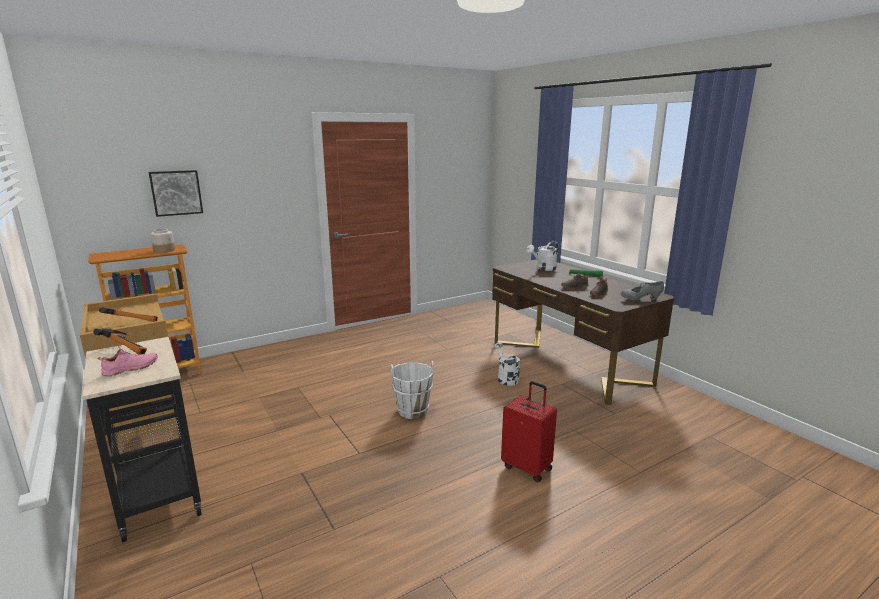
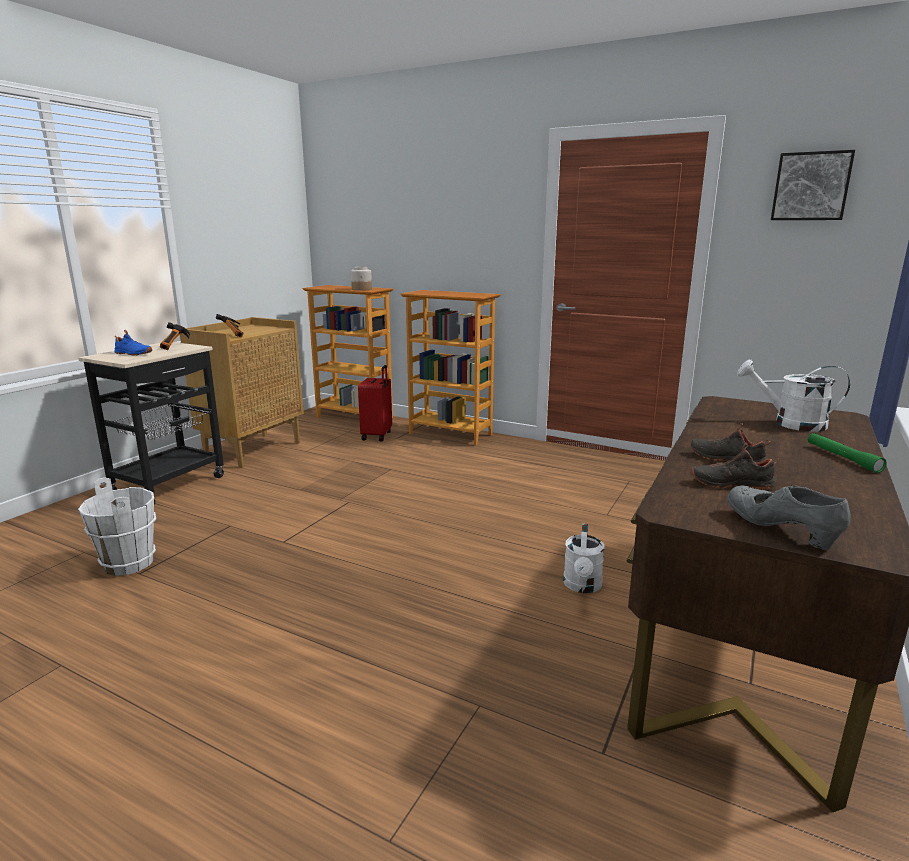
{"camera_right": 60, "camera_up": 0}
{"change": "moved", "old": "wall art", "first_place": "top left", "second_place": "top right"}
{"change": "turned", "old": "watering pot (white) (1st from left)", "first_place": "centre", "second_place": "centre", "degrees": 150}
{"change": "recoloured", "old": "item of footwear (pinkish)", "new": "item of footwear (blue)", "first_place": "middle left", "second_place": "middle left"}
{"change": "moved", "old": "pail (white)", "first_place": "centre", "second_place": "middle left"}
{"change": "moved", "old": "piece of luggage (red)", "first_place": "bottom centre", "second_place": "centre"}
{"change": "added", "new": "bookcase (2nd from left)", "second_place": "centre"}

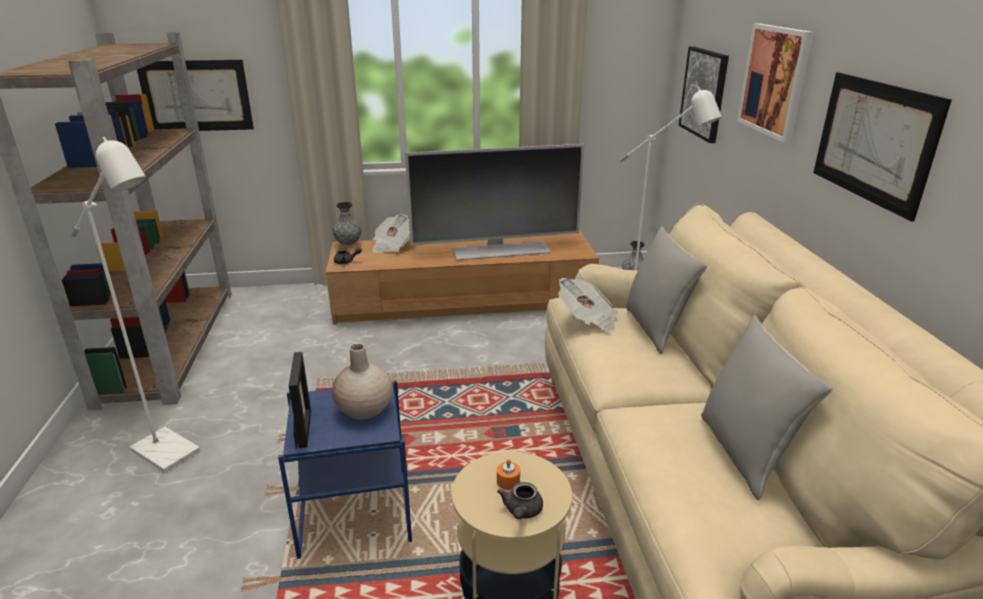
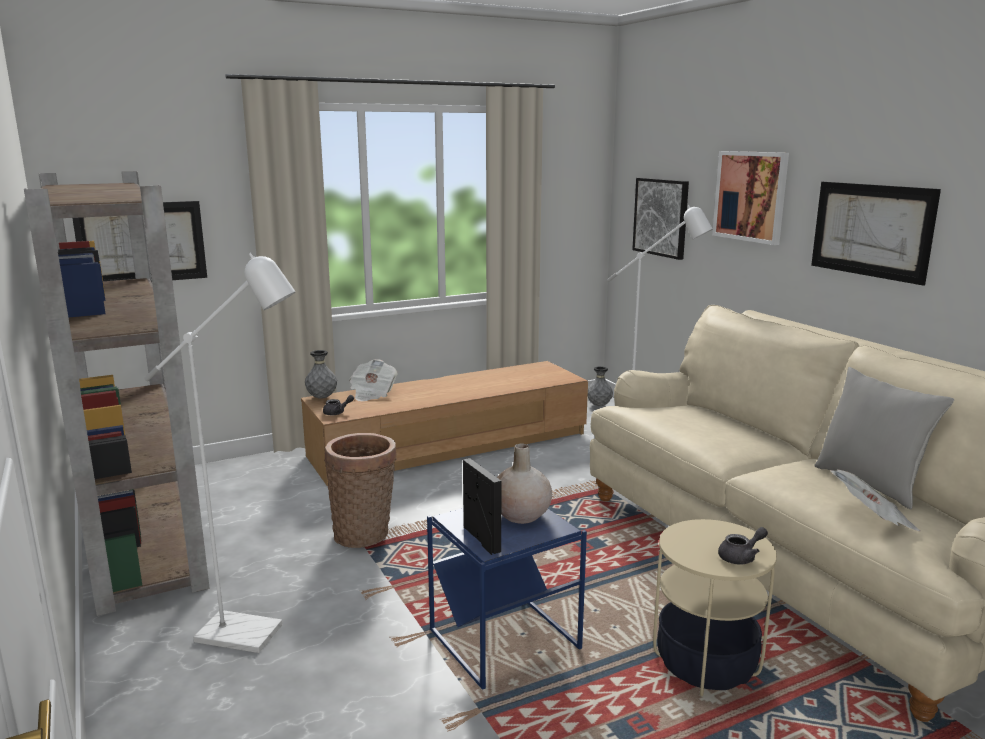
{"camera_right": -20, "camera_up": -10}
{"change": "removed", "old": "television", "first_place": "centre"}
{"change": "removed", "old": "throw pillow (grey) (1st from left)", "first_place": "middle right"}
{"change": "moved", "old": "daily paper (2nd from left)", "first_place": "centre", "second_place": "bottom right"}
{"change": "removed", "old": "wax candle (orange)", "first_place": "bottom centre"}
{"change": "turned", "old": "tea pot (grey) (2nd from left)", "first_place": "bottom centre", "second_place": "bottom right", "degrees": -105}
{"change": "added", "new": "household basket", "second_place": "centre"}

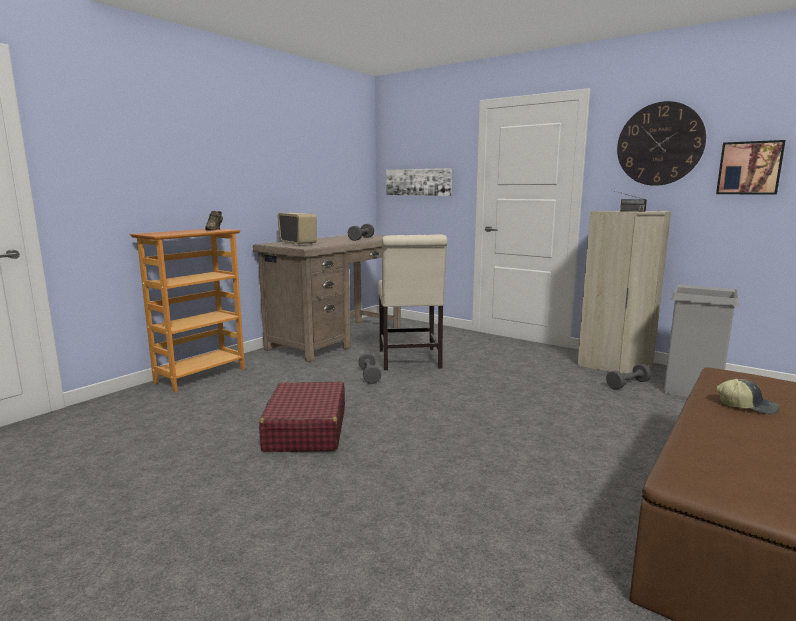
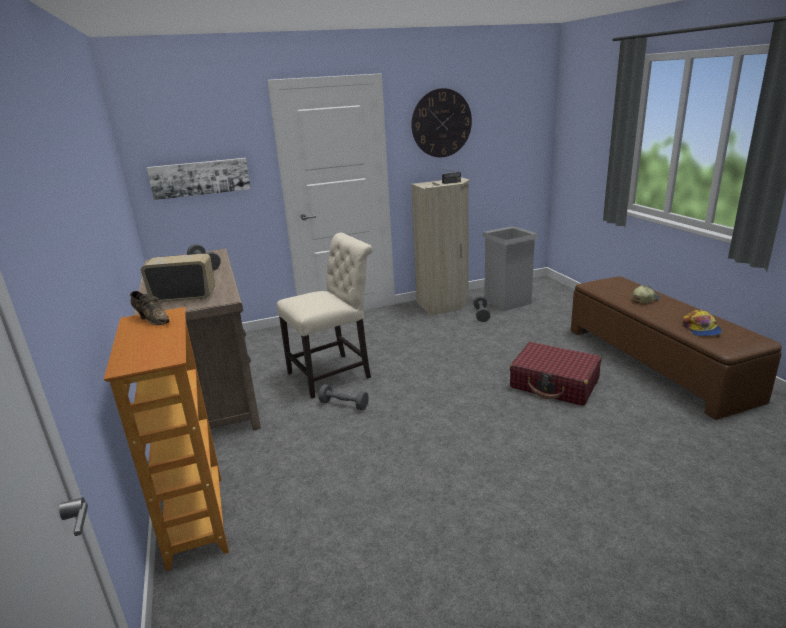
{"camera_right": -55, "camera_up": 10}
{"change": "removed", "old": "wall art (2nd from left)", "first_place": "top right"}
{"change": "turned", "old": "chair (beige-coloured)", "first_place": "centre", "second_place": "centre", "degrees": -60}
{"change": "moved", "old": "piece of luggage (red)", "first_place": "bottom centre", "second_place": "middle right"}
{"change": "added", "new": "peaked cap (2nd from left)", "second_place": "middle right"}

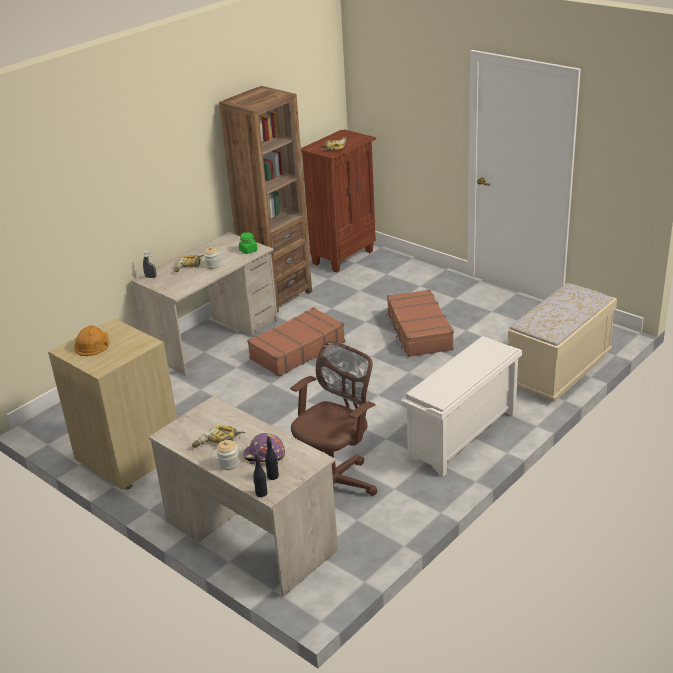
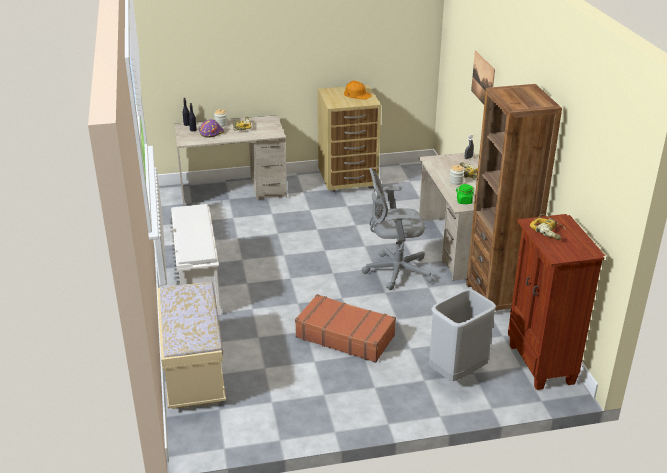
{"camera_right": 125, "camera_up": 0}
{"change": "replaced", "old": "piece of luggage (brownish) (1st from left)", "new": "office chair (grey)", "first_place": "centre", "second_place": "centre"}
{"change": "removed", "old": "office chair (brownish)", "first_place": "centre"}
{"change": "added", "new": "wall art", "second_place": "top right"}
{"change": "added", "new": "rubbish bin (grey)", "second_place": "bottom right"}

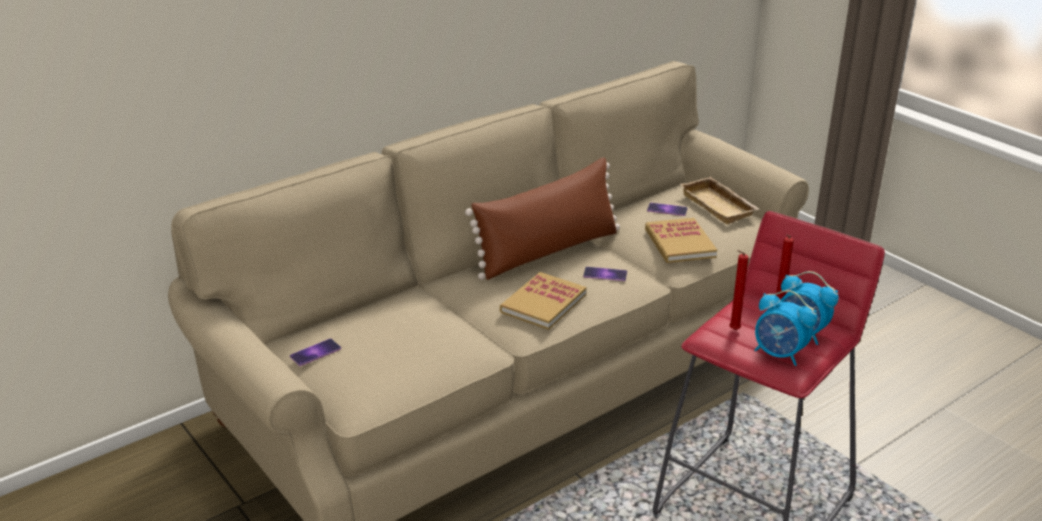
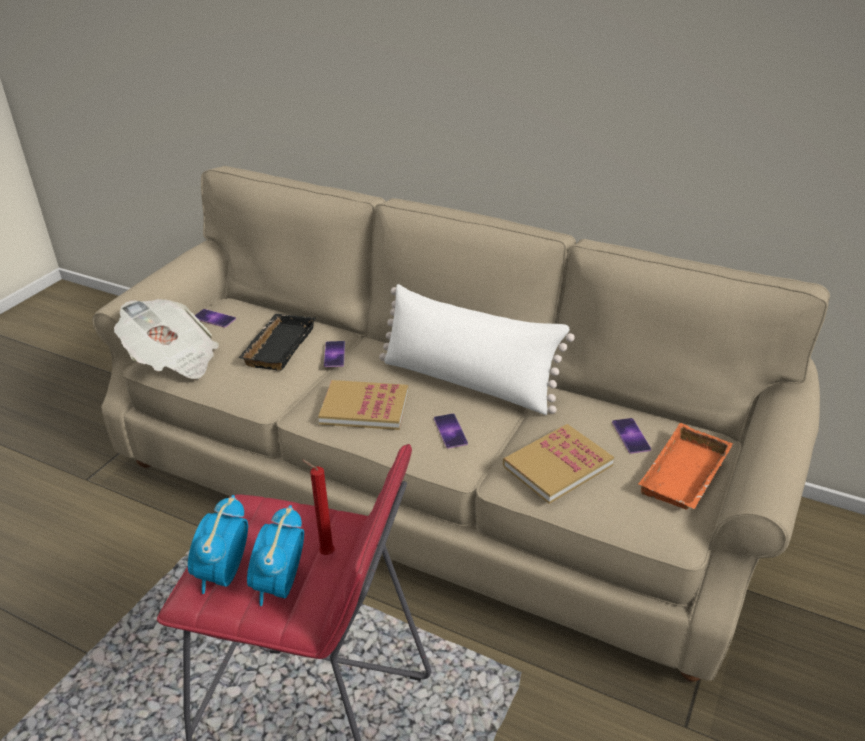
{"camera_right": 65, "camera_up": 5}
{"change": "recoloured", "old": "throw pillow (brownish)", "new": "throw pillow (white)", "first_place": "centre", "second_place": "centre"}
{"change": "recoloured", "old": "serving tray (beige-coloured)", "new": "serving tray (orange)", "first_place": "middle right", "second_place": "middle right"}
{"change": "removed", "old": "wax candle (red) (1st from left)", "first_place": "middle right"}
{"change": "added", "new": "daily paper", "second_place": "middle left"}
{"change": "added", "new": "serving tray (black)", "second_place": "middle left"}
{"change": "added", "new": "phone (2nd from left)", "second_place": "centre"}

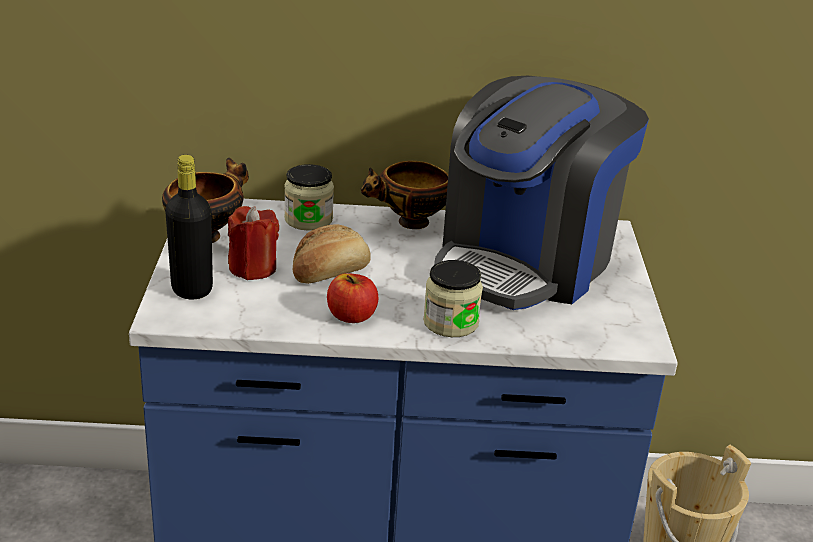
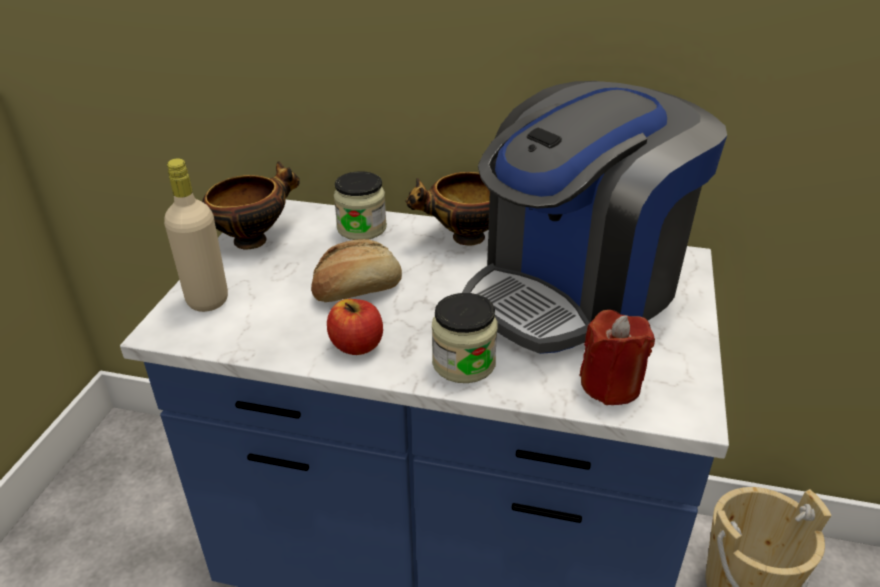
{"camera_right": 15, "camera_up": 5}
{"change": "recoloured", "old": "drink bottle (black)", "new": "drink bottle (beige-coloured)", "first_place": "middle left", "second_place": "middle left"}
{"change": "moved", "old": "wax candle (red)", "first_place": "middle left", "second_place": "middle right"}

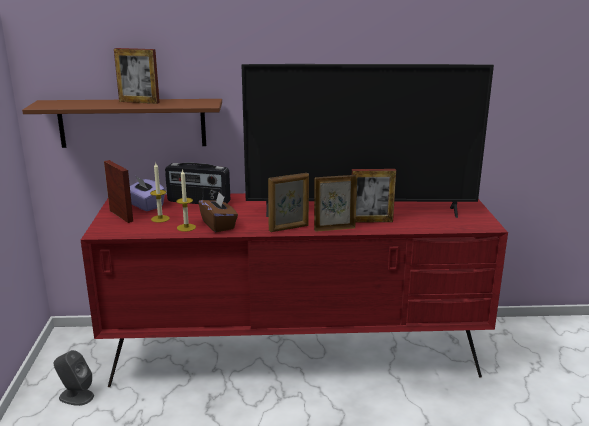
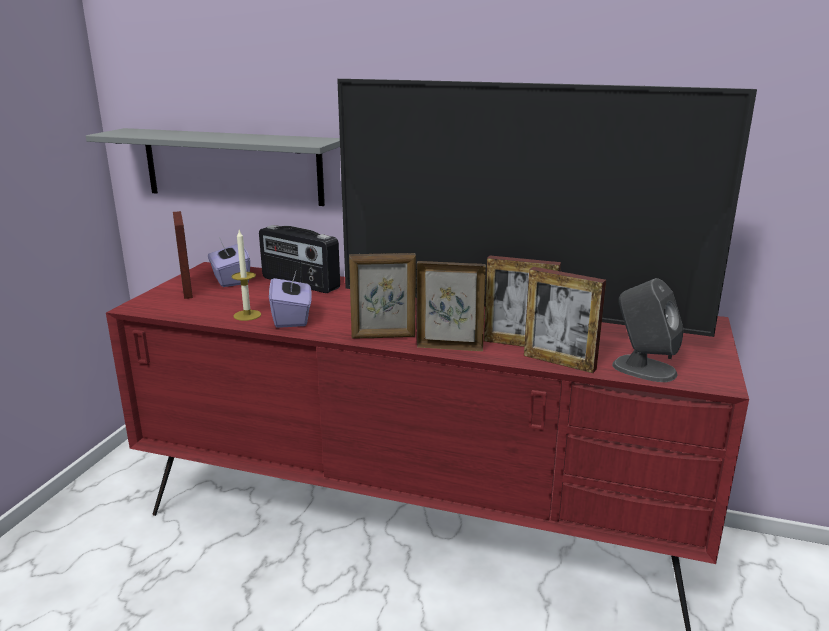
{"camera_right": 20, "camera_up": 0}
{"change": "moved", "old": "picture frame (2nd from left in the first image)", "new": "picture frame (5th from left)", "first_place": "top left", "second_place": "middle right"}
{"change": "recoloured", "old": "shelf (brownish)", "new": "shelf (grey)", "first_place": "top left", "second_place": "top left"}
{"change": "removed", "old": "wax candle (1st from left)", "first_place": "middle left"}
{"change": "recoloured", "old": "box of tissues (brownish)", "new": "box of tissues (purple) (2nd from left)", "first_place": "centre", "second_place": "centre"}
{"change": "moved", "old": "loudspeaker (grey)", "first_place": "bottom left", "second_place": "middle right"}

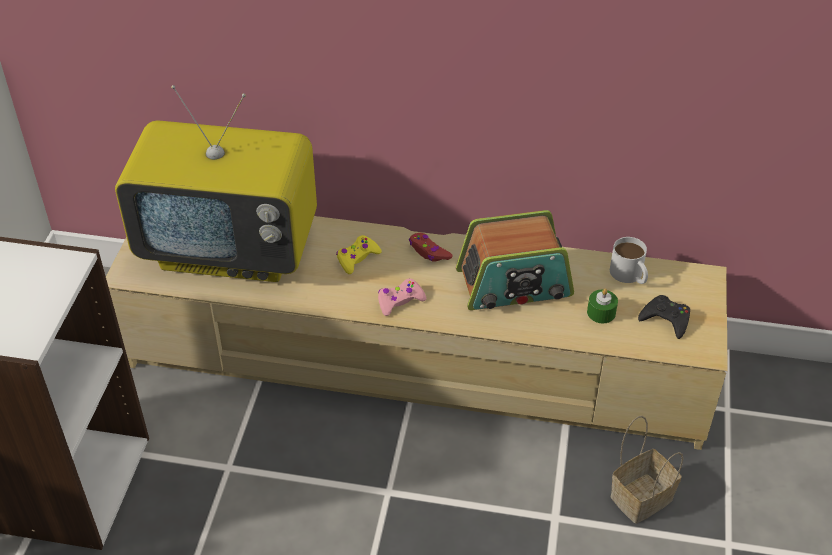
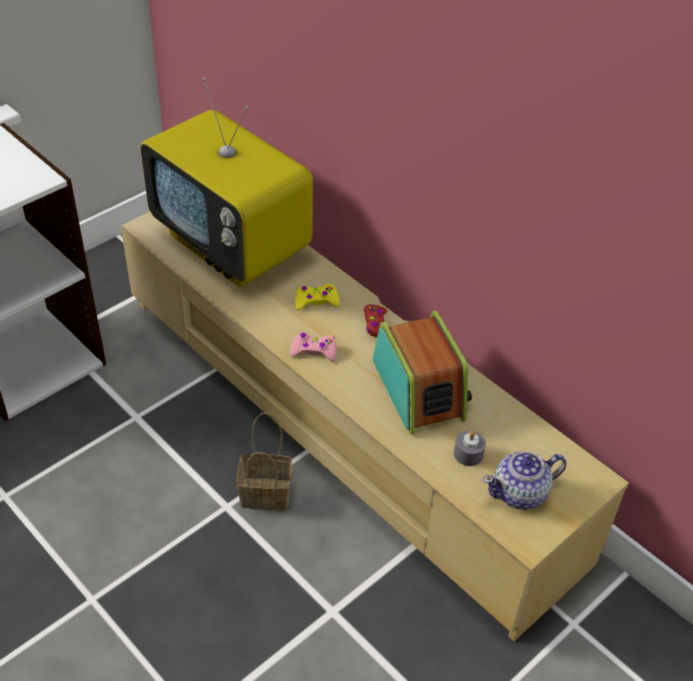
{"camera_right": 35, "camera_up": 0}
{"change": "turned", "old": "radio", "first_place": "centre", "second_place": "centre", "degrees": -135}
{"change": "removed", "old": "tea mug (white)", "first_place": "middle right"}
{"change": "recoloured", "old": "wax candle (green)", "new": "wax candle (grey)", "first_place": "middle right", "second_place": "middle right"}
{"change": "replaced", "old": "game controller (black)", "new": "tea pot", "first_place": "middle right", "second_place": "bottom right"}
{"change": "moved", "old": "household basket", "first_place": "bottom right", "second_place": "bottom centre"}

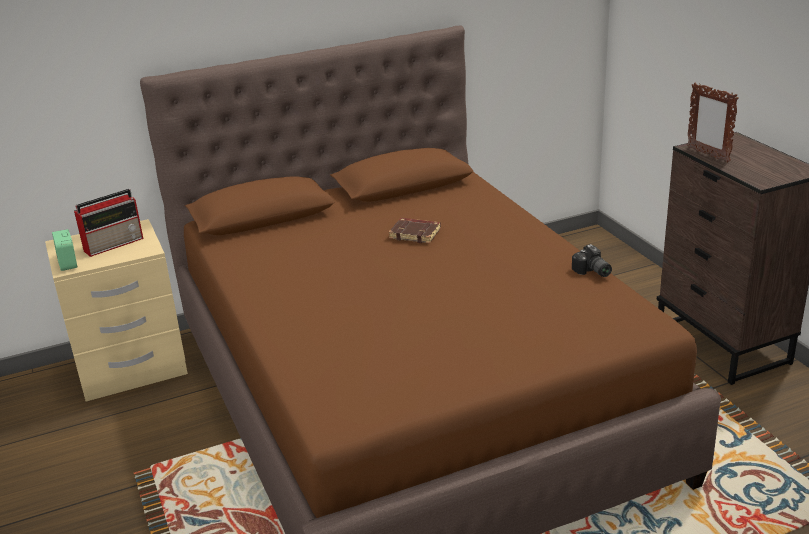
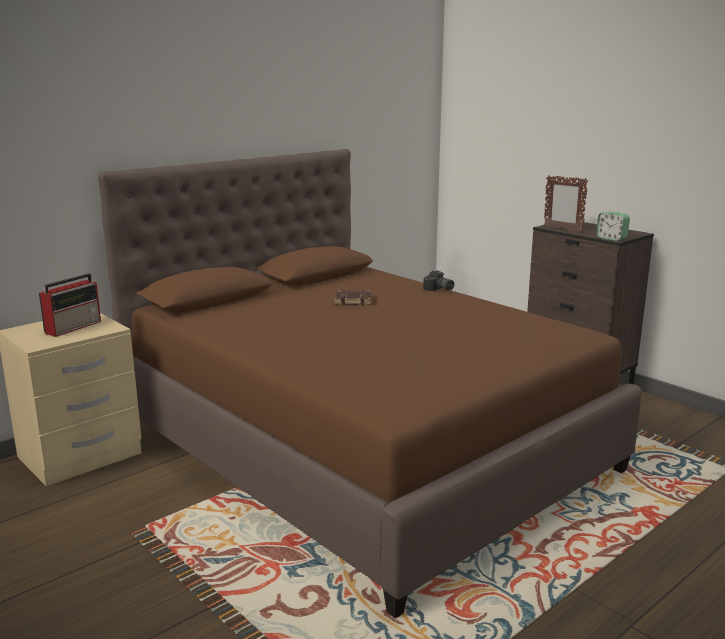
{"camera_right": -20, "camera_up": -10}
{"change": "moved", "old": "table clock", "first_place": "middle left", "second_place": "middle right"}
{"change": "moved", "old": "still camera", "first_place": "middle right", "second_place": "centre"}

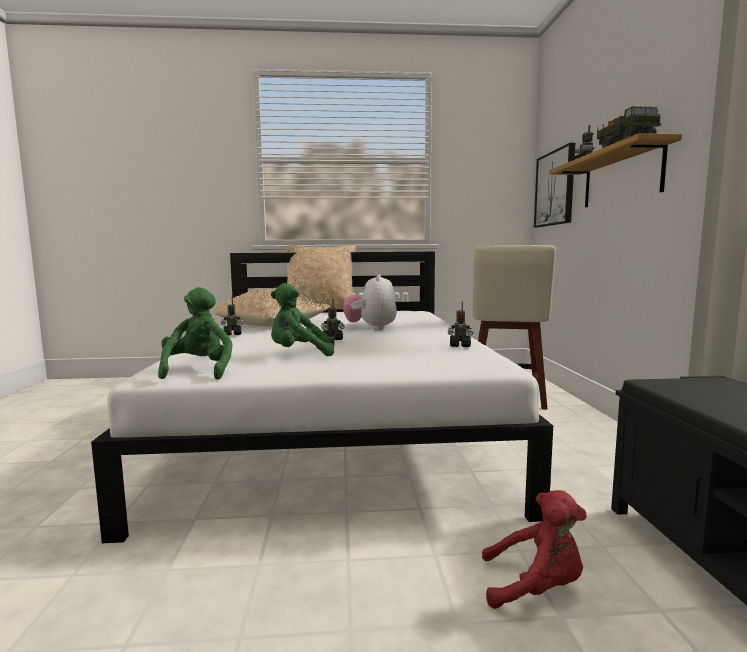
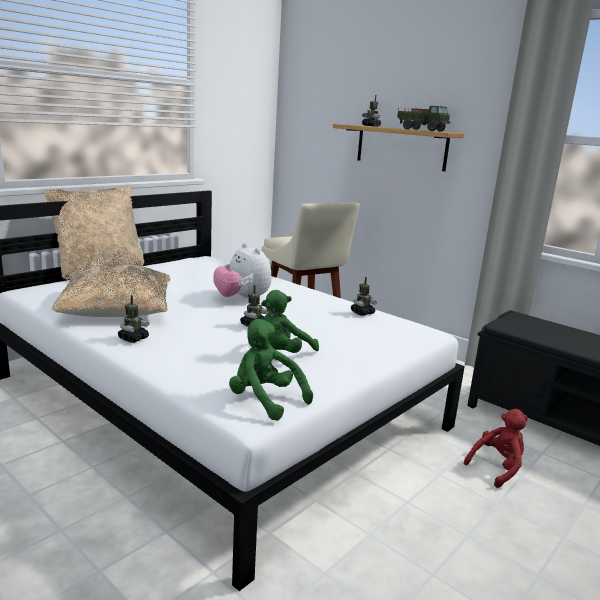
{"camera_right": -45, "camera_up": 10}
{"change": "removed", "old": "wall art", "first_place": "top right"}

